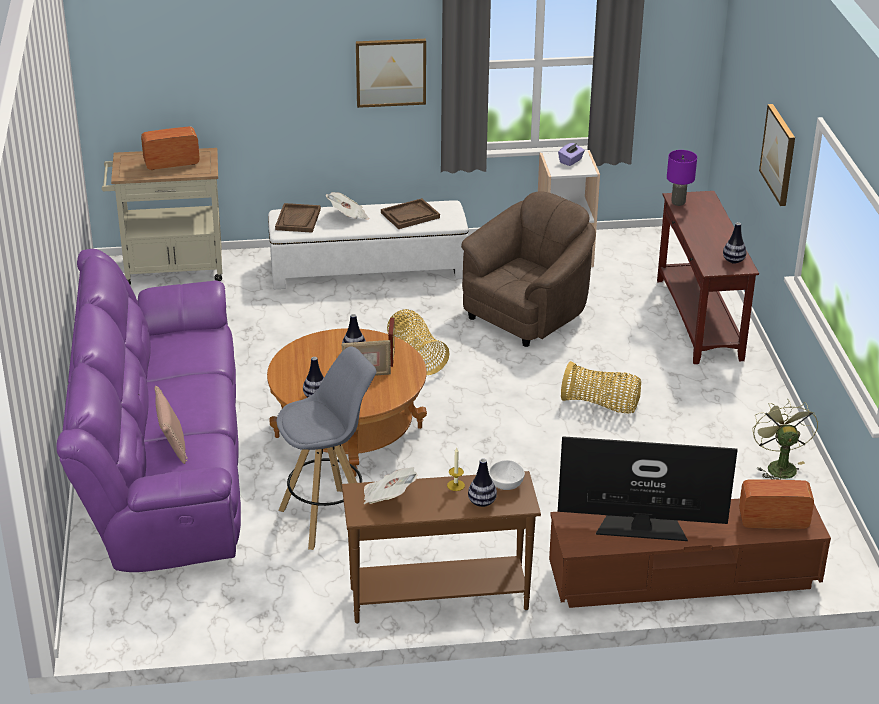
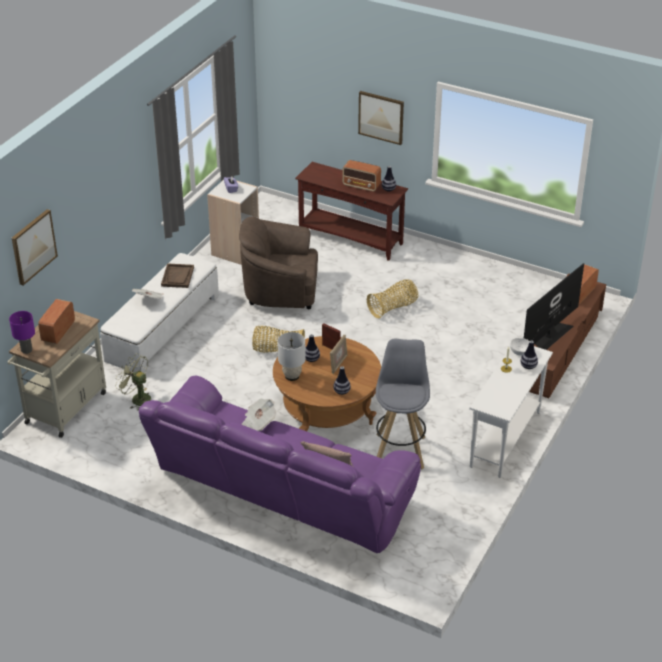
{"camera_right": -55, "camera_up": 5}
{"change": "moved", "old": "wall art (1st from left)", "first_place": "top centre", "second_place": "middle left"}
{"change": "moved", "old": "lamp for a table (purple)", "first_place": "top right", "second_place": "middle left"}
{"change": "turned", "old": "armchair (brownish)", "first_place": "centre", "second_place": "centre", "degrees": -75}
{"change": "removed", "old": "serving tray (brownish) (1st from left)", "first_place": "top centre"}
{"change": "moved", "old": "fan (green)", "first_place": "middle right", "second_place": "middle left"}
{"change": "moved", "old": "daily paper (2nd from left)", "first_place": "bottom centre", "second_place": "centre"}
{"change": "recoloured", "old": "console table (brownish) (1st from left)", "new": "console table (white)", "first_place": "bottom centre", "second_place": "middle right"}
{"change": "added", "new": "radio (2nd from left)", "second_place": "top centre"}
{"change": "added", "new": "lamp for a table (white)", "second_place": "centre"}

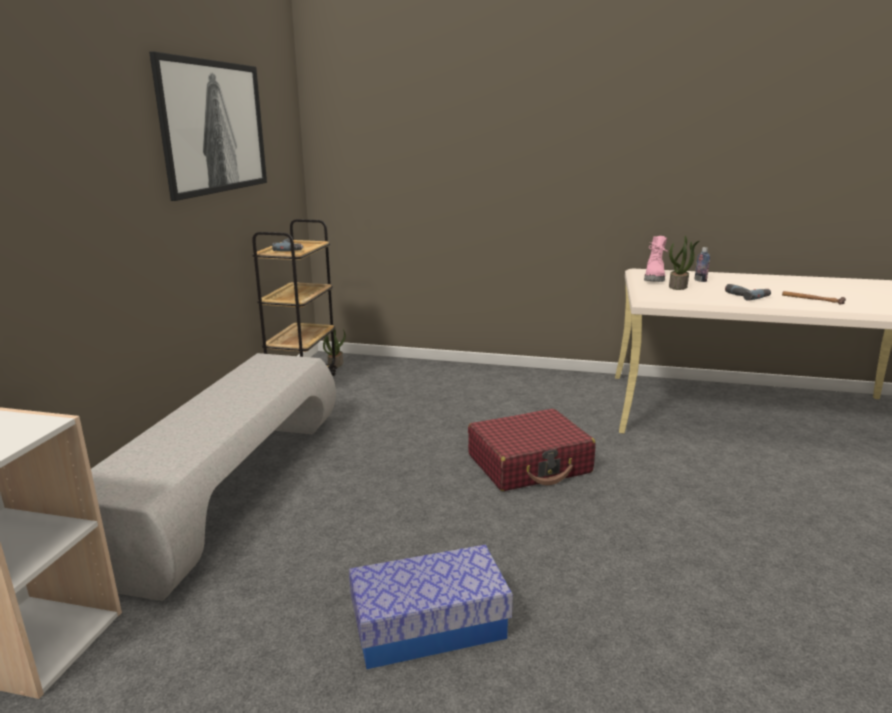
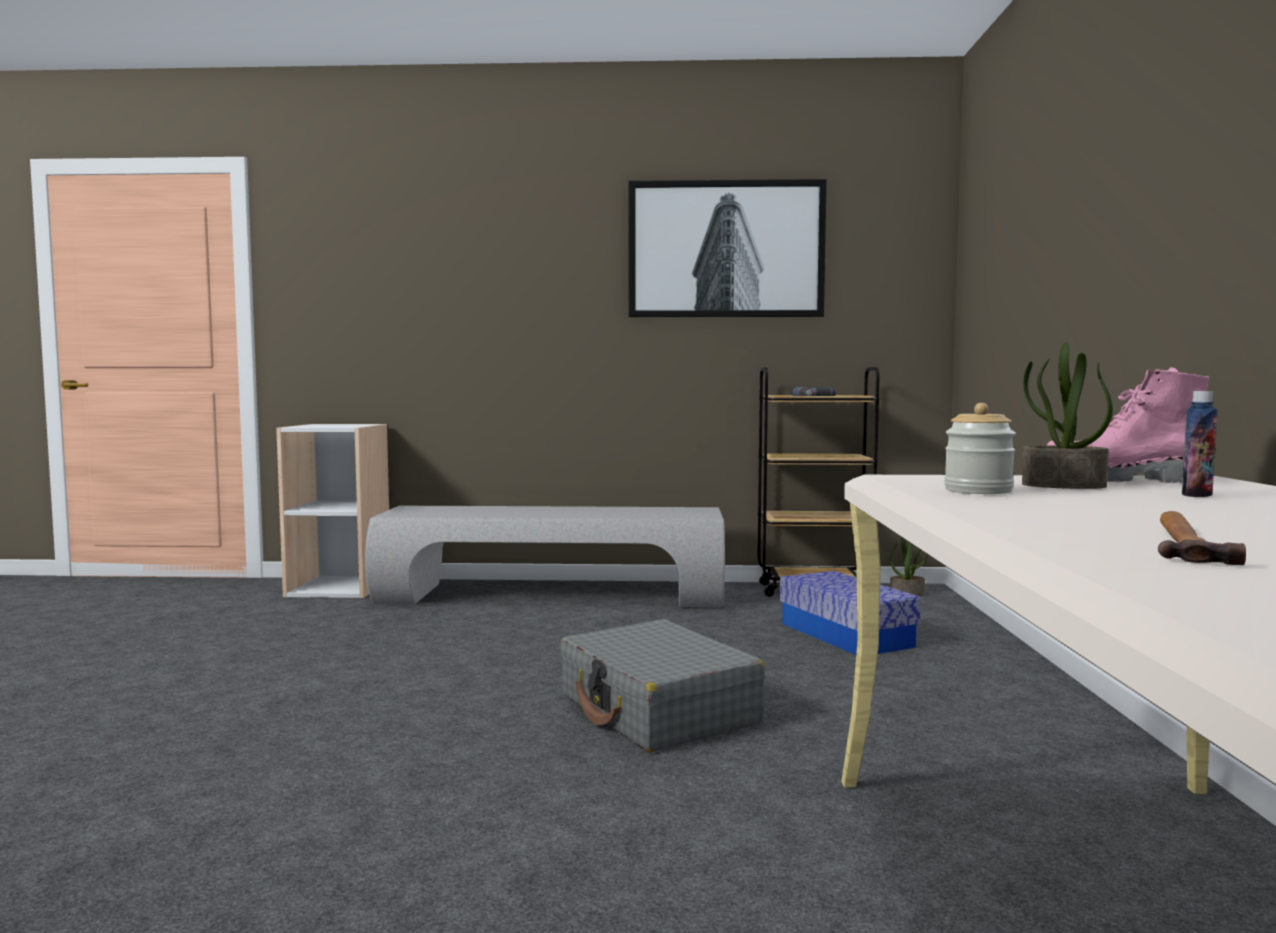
{"camera_right": 80, "camera_up": -15}
{"change": "removed", "old": "electric drill (2nd from left)", "first_place": "middle right"}
{"change": "recoloured", "old": "piece of luggage (red)", "new": "piece of luggage (grey)", "first_place": "centre", "second_place": "bottom centre"}
{"change": "moved", "old": "storage container", "first_place": "bottom centre", "second_place": "centre"}
{"change": "added", "new": "jar", "second_place": "middle right"}

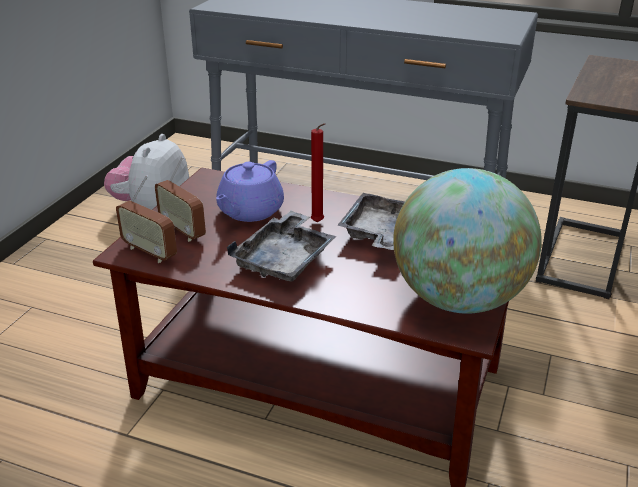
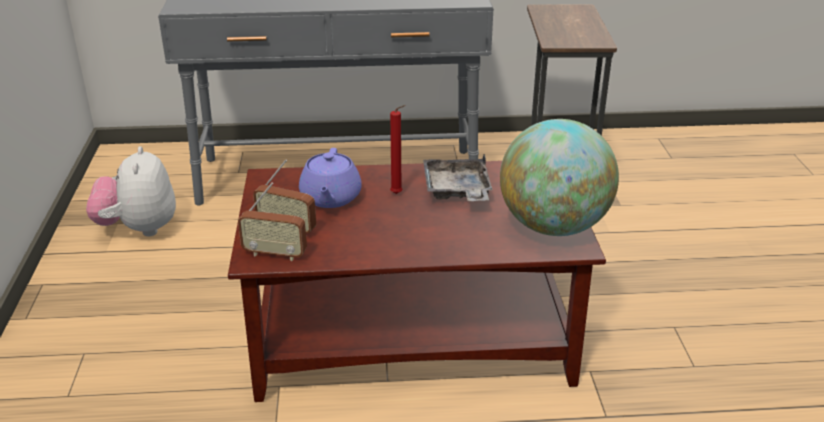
{"camera_right": -25, "camera_up": 0}
{"change": "removed", "old": "serving tray (grey) (1st from left)", "first_place": "centre"}

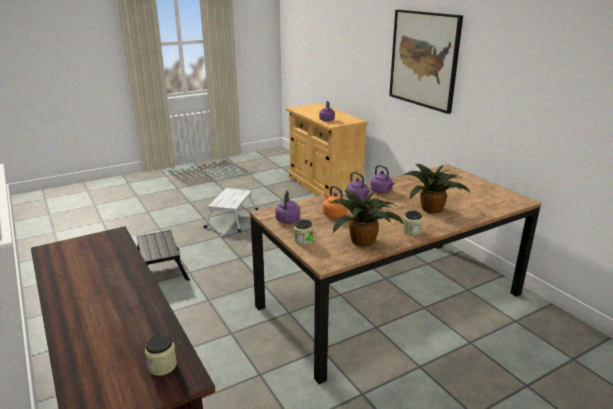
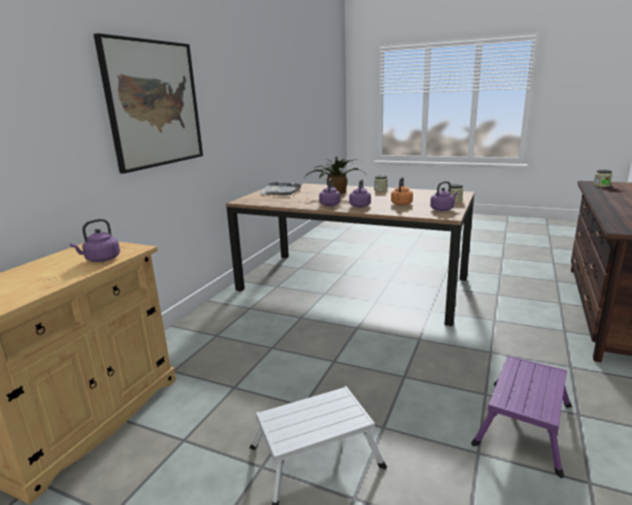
{"camera_right": -125, "camera_up": -5}
{"change": "removed", "old": "plant in a pot (1st from left)", "first_place": "centre"}
{"change": "recoloured", "old": "step stool (black)", "new": "step stool (purple)", "first_place": "middle left", "second_place": "bottom right"}
{"change": "added", "new": "serving tray (grey)", "second_place": "centre"}

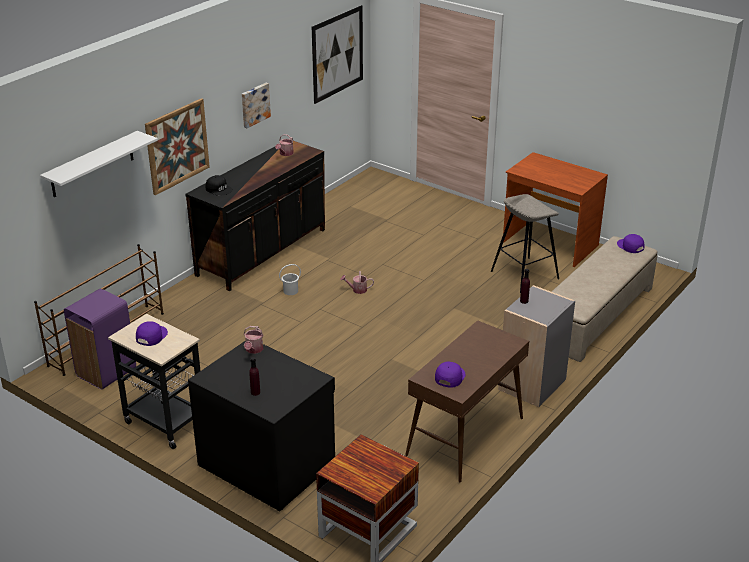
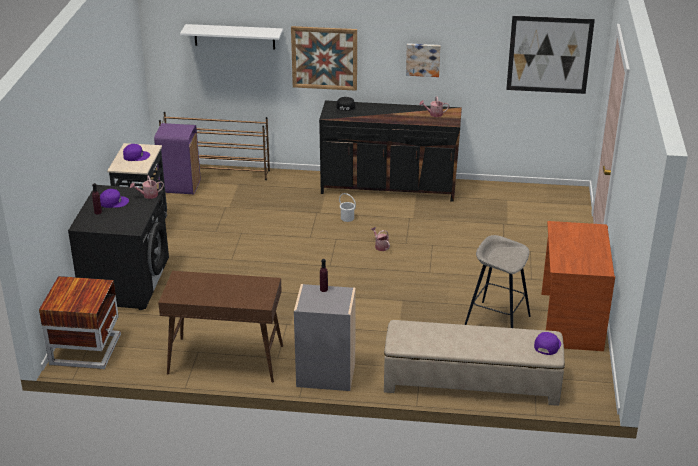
{"camera_right": 60, "camera_up": 0}
{"change": "moved", "old": "peaked cap (purple) (2nd from left in the first image)", "new": "peaked cap (purple) (1st from left)", "first_place": "bottom centre", "second_place": "middle left"}

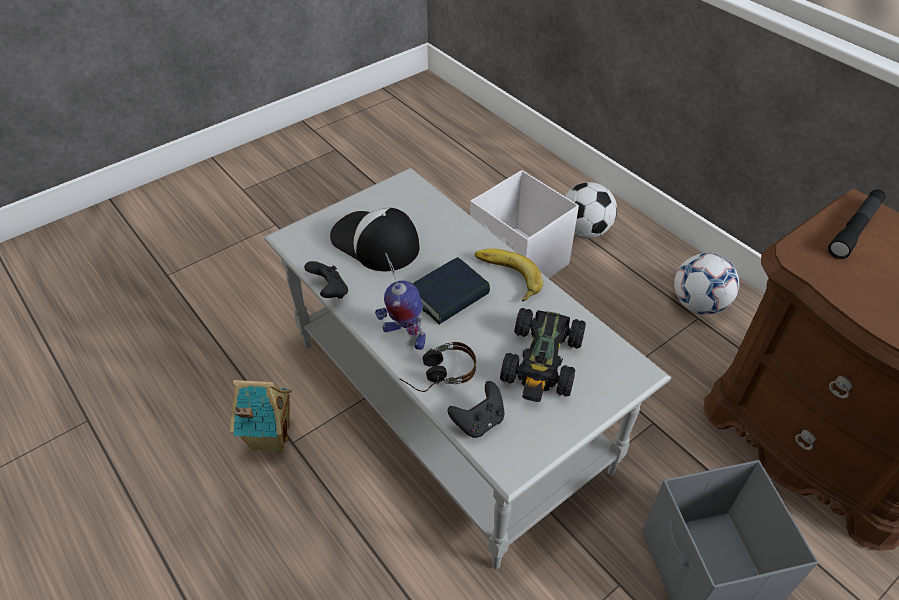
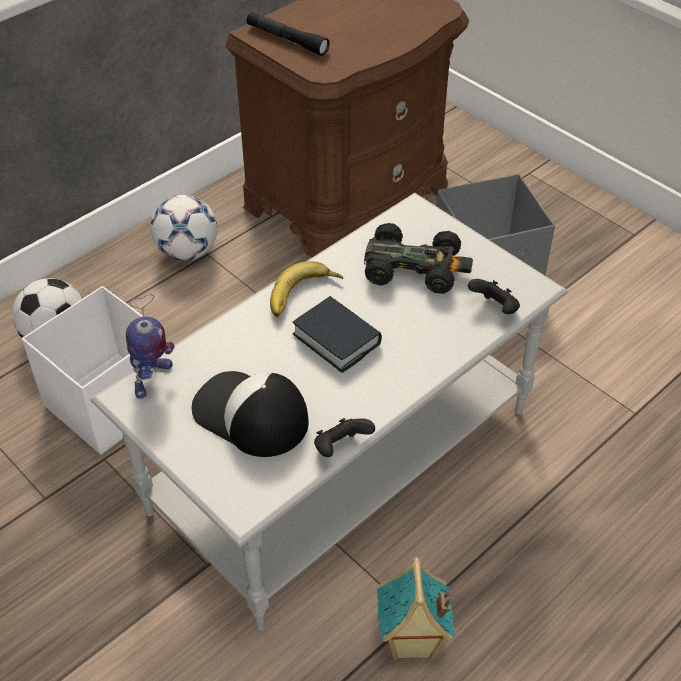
{"camera_right": -95, "camera_up": 0}
{"change": "turned", "old": "peaked cap", "first_place": "centre", "second_place": "centre", "degrees": 90}
{"change": "moved", "old": "model robot", "first_place": "centre", "second_place": "middle left"}
{"change": "removed", "old": "pair of headphones", "first_place": "centre"}

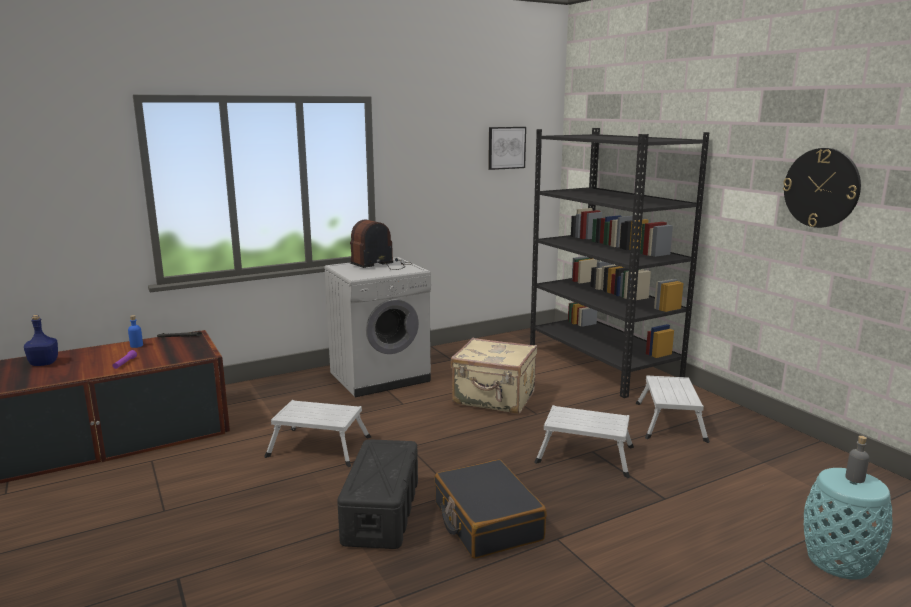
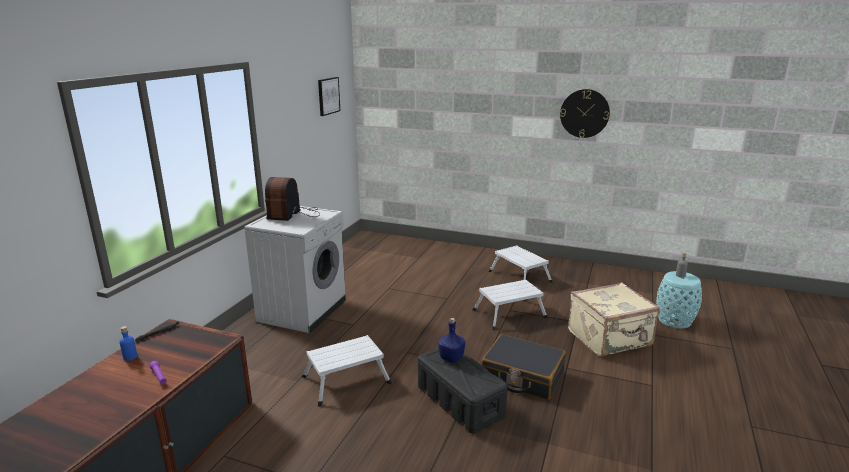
{"camera_right": -40, "camera_up": 5}
{"change": "removed", "old": "bookcase (black)", "first_place": "middle right"}
{"change": "moved", "old": "drink bottle (blue) (1st from left in the first image)", "new": "drink bottle (blue) (2nd from left)", "first_place": "middle left", "second_place": "bottom centre"}
{"change": "moved", "old": "piece of luggage (beige-coloured)", "first_place": "centre", "second_place": "bottom right"}

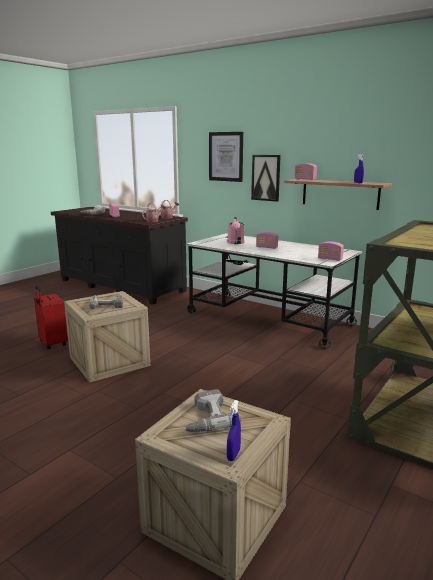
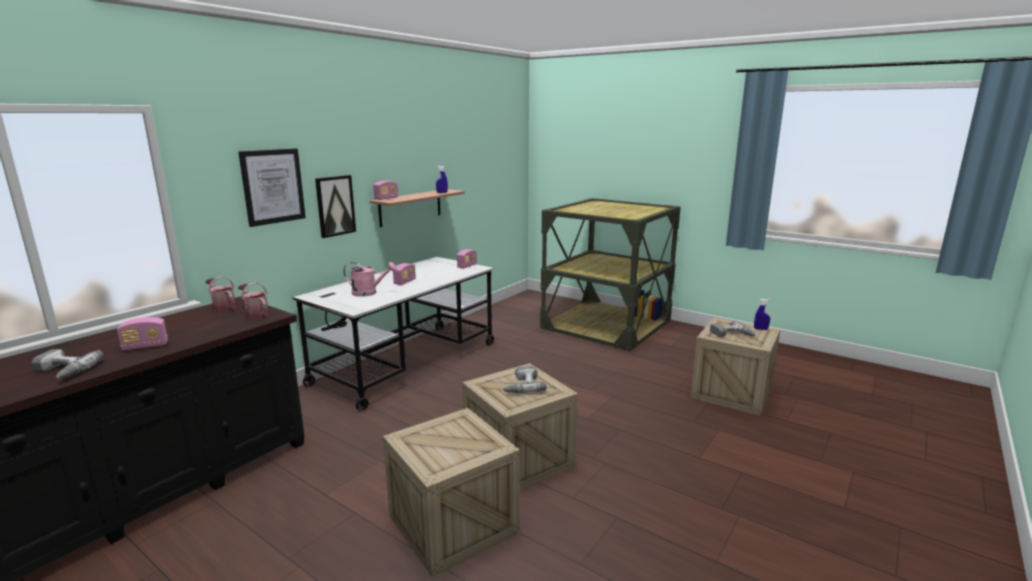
{"camera_right": -90, "camera_up": 0}
{"change": "replaced", "old": "piece of luggage (red)", "new": "crate (1st from left)", "first_place": "middle left", "second_place": "bottom centre"}

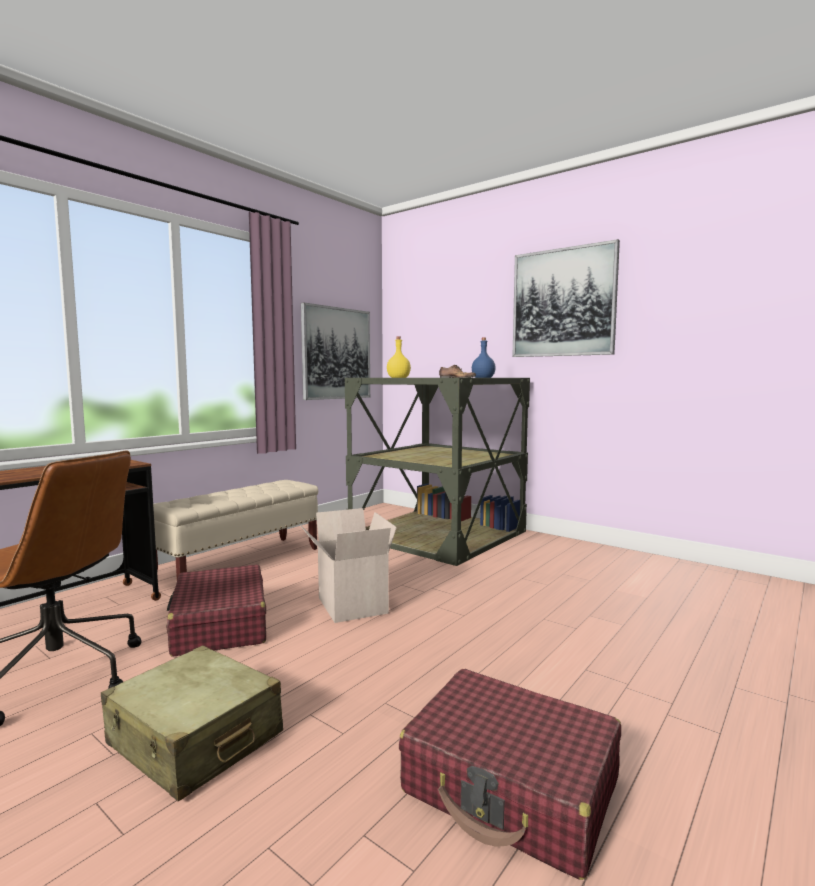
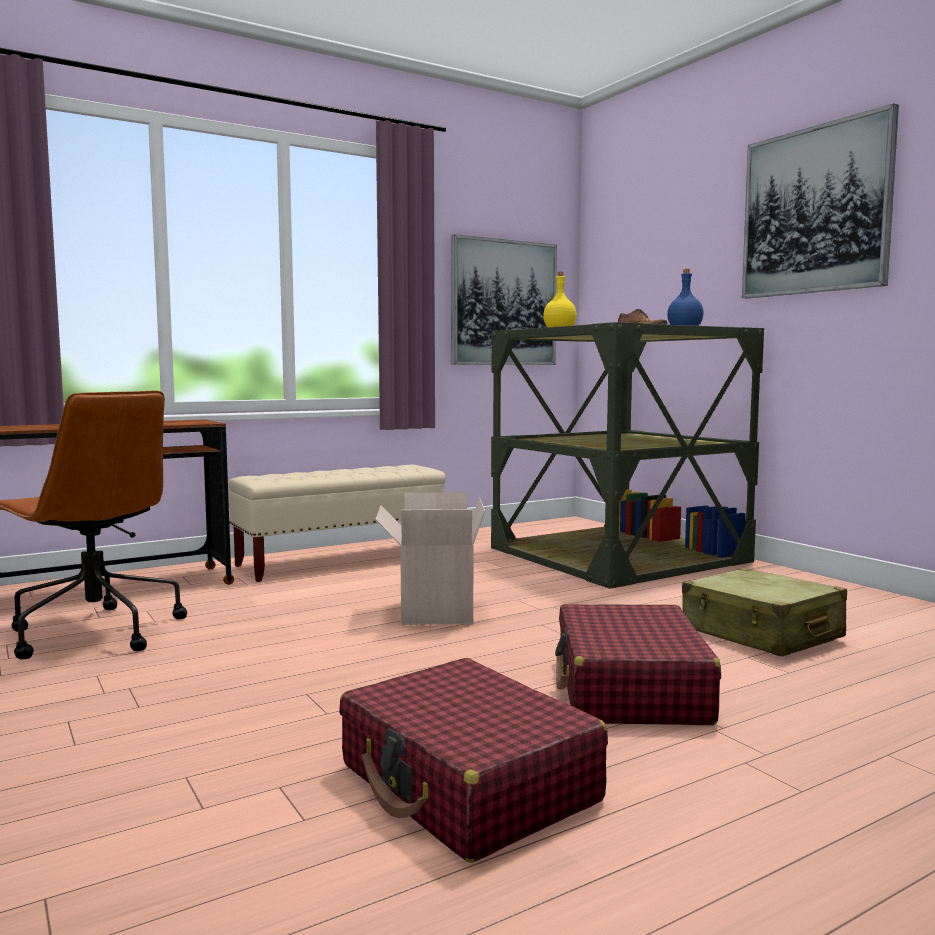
{"camera_right": 20, "camera_up": 0}
{"change": "moved", "old": "piece of luggage (red) (1st from left in the first image)", "new": "piece of luggage (red) (2nd from left)", "first_place": "bottom left", "second_place": "bottom right"}
{"change": "moved", "old": "piece of luggage (beige-coloured)", "first_place": "bottom left", "second_place": "middle right"}

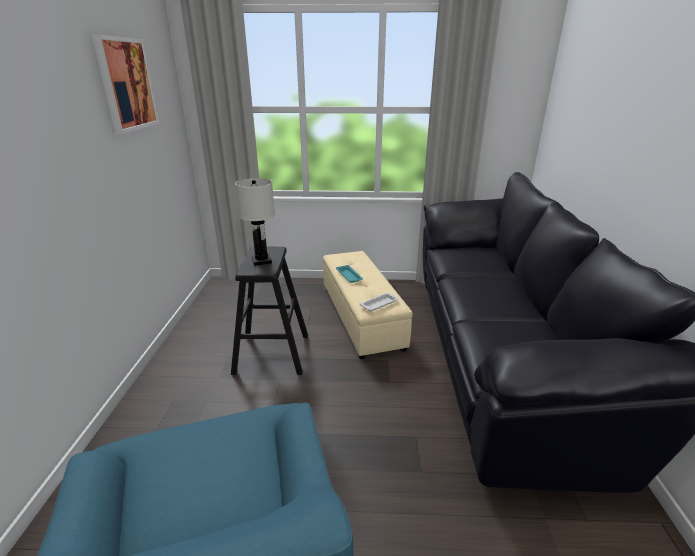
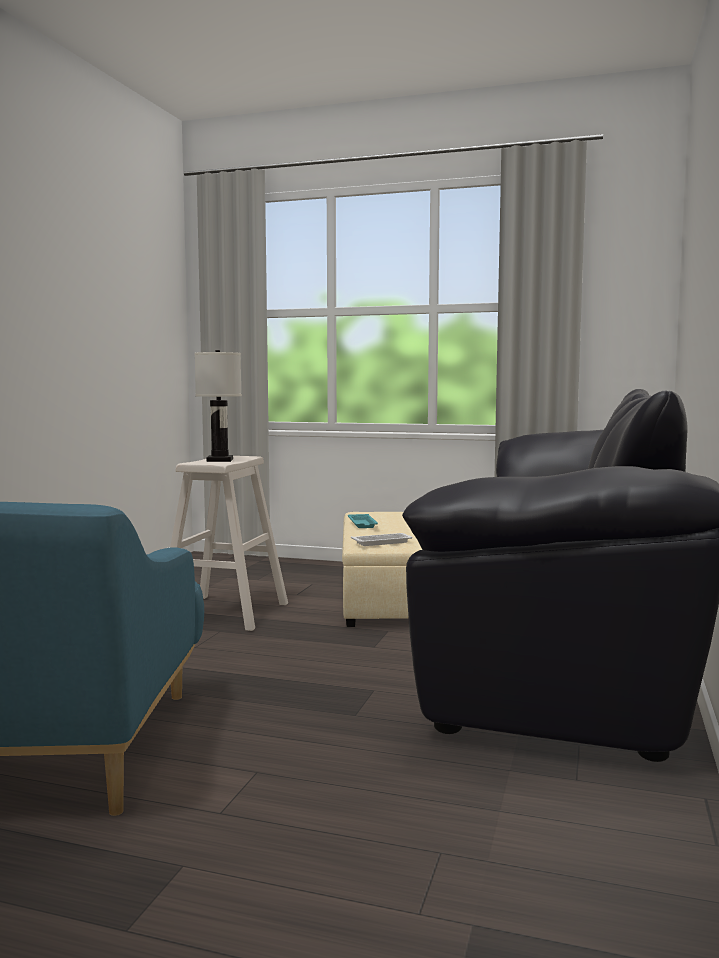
{"camera_right": 15, "camera_up": -20}
{"change": "removed", "old": "wall art", "first_place": "top left"}
{"change": "recoloured", "old": "stool (black)", "new": "stool (beige-coloured)", "first_place": "centre", "second_place": "middle left"}

